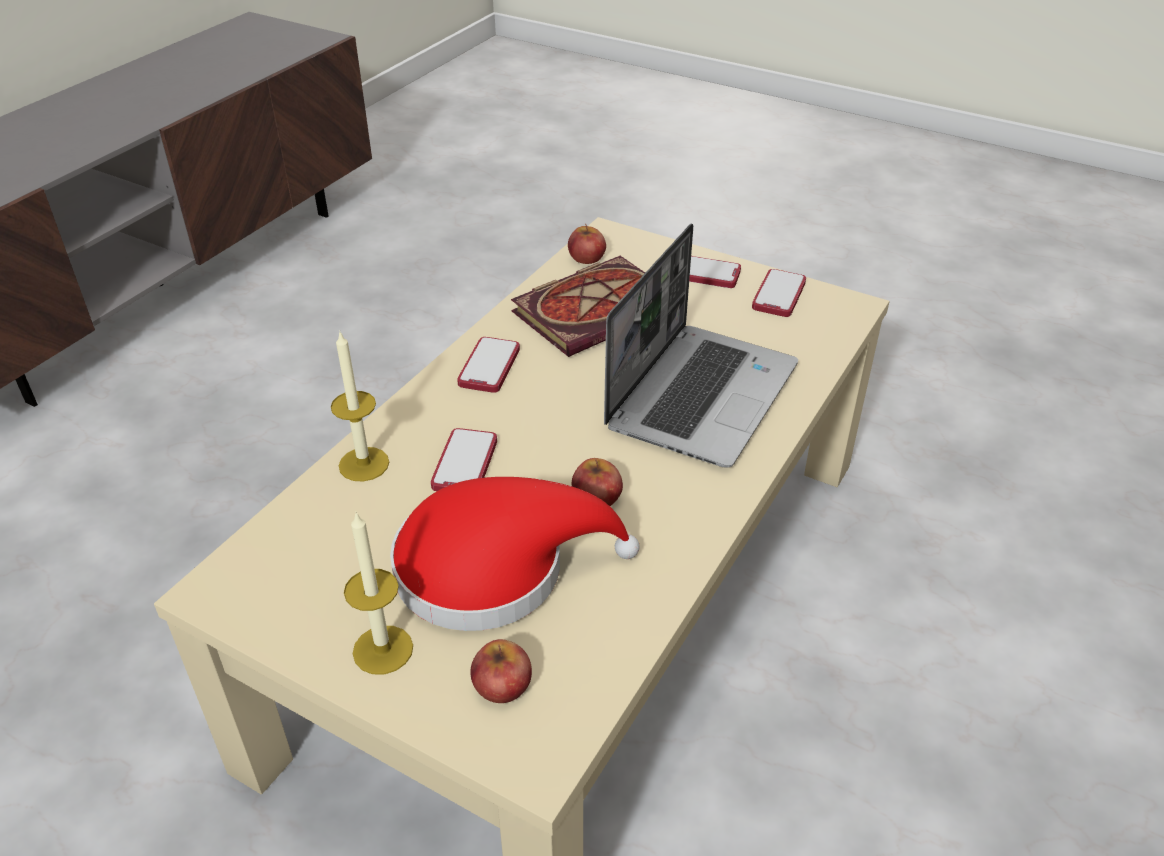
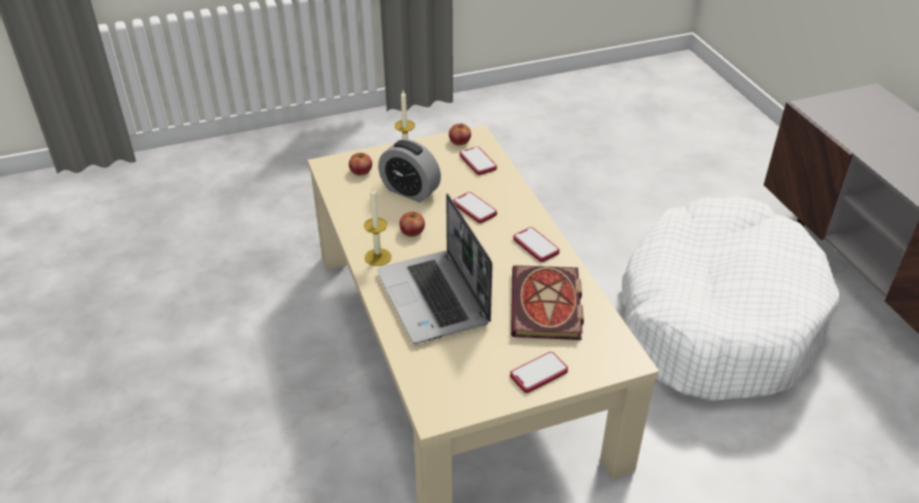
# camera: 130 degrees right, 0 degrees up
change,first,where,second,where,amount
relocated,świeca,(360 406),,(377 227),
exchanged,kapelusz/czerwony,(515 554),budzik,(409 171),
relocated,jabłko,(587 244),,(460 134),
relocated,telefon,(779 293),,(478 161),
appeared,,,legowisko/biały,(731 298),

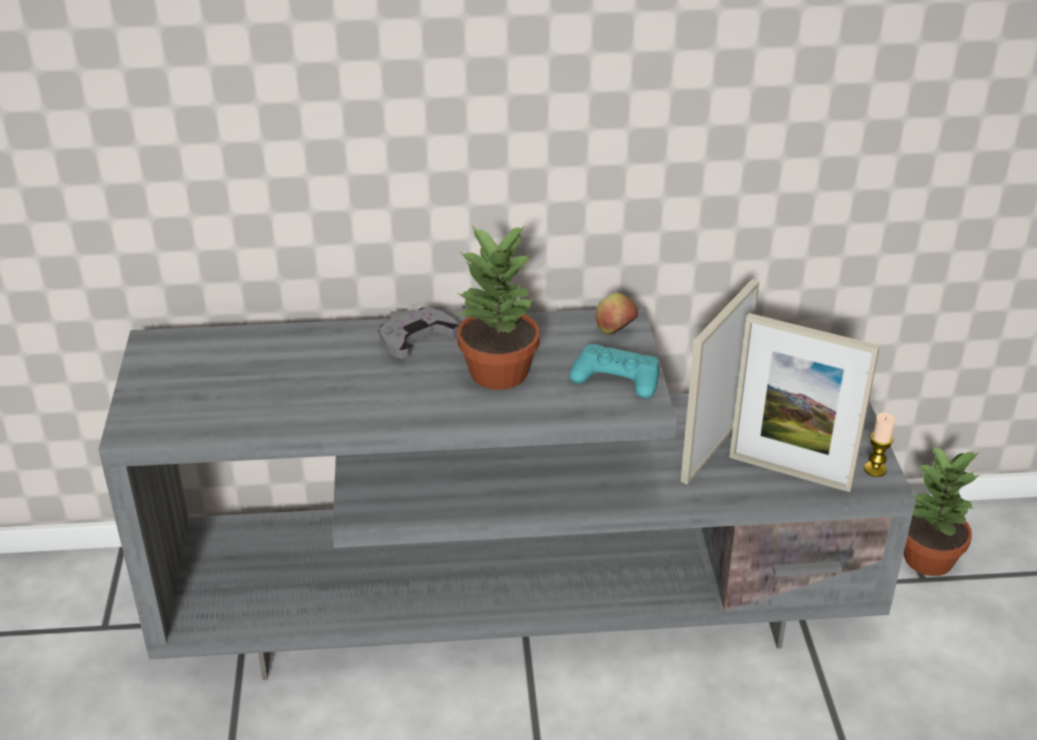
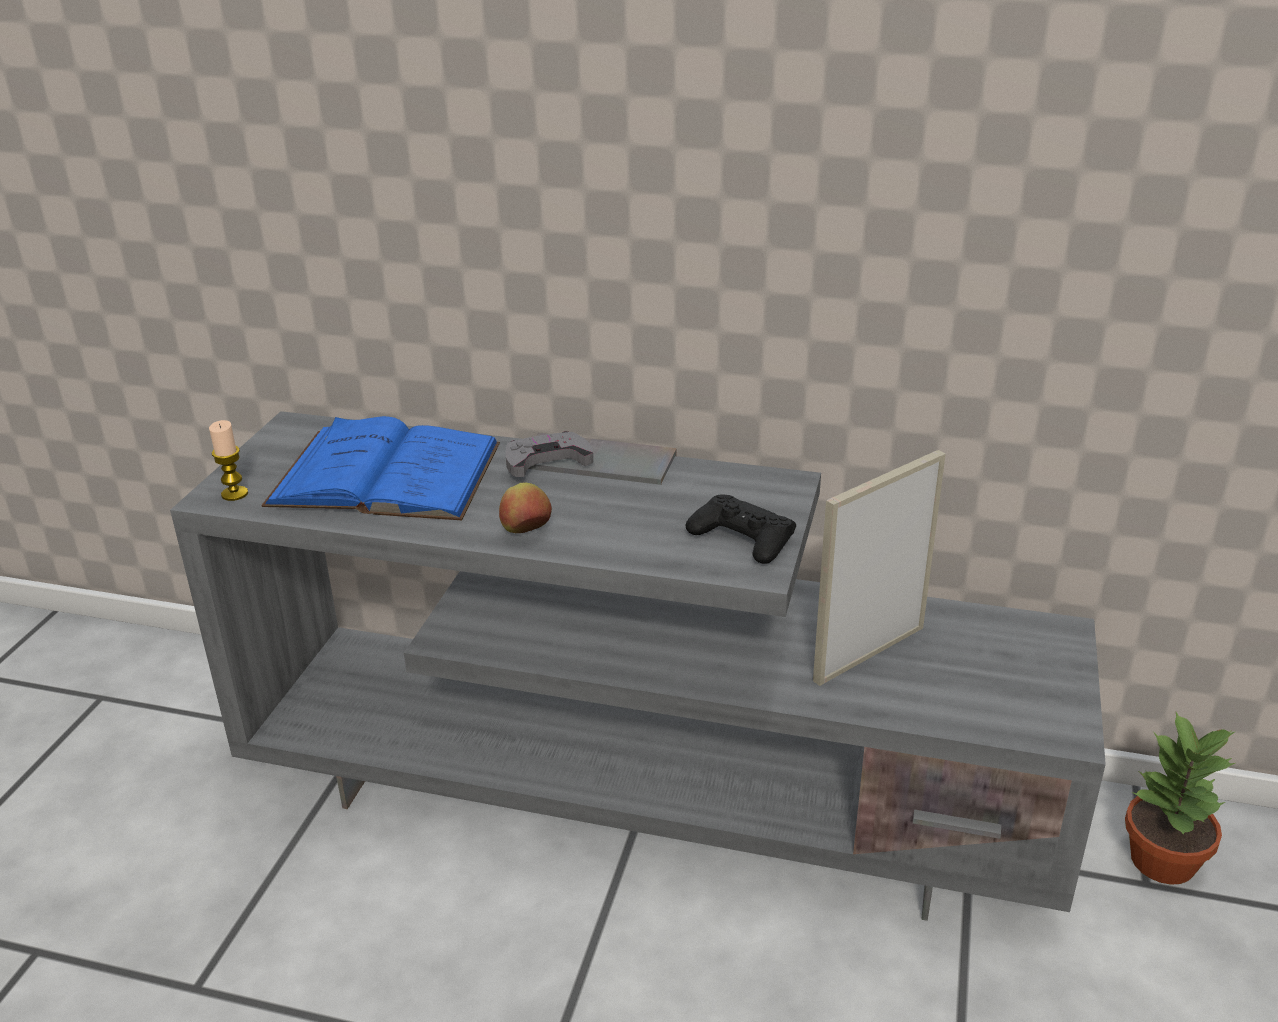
# camera: 20 degrees right, 5 degrees down
change,first,where,second,where,amount
missing,roślina doniczkowa,(498 307),,,
colour,pad do gier/turkusowy,(614 371),pad do gier/czarny,(740 529),
relocated,jabłko,(617 314),,(525 507),
missing,ramka na zdjęcie,(804 402),,,
relocated,świeca,(879 444),,(228 460),
appeared,,,książka/niebieski,(380 468),

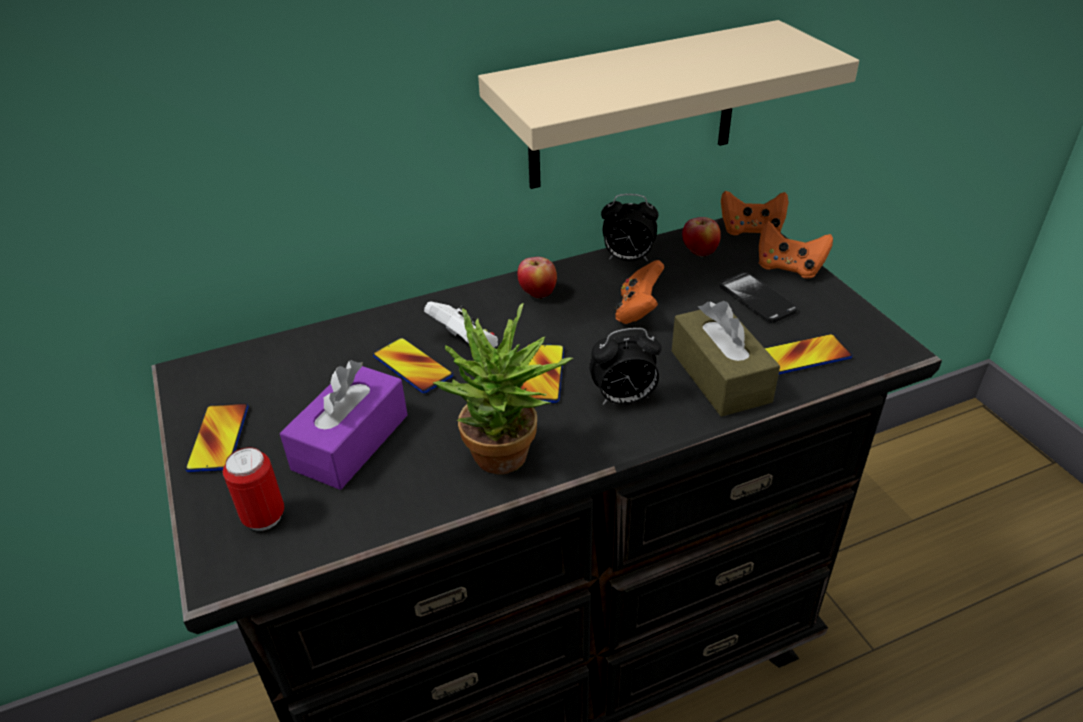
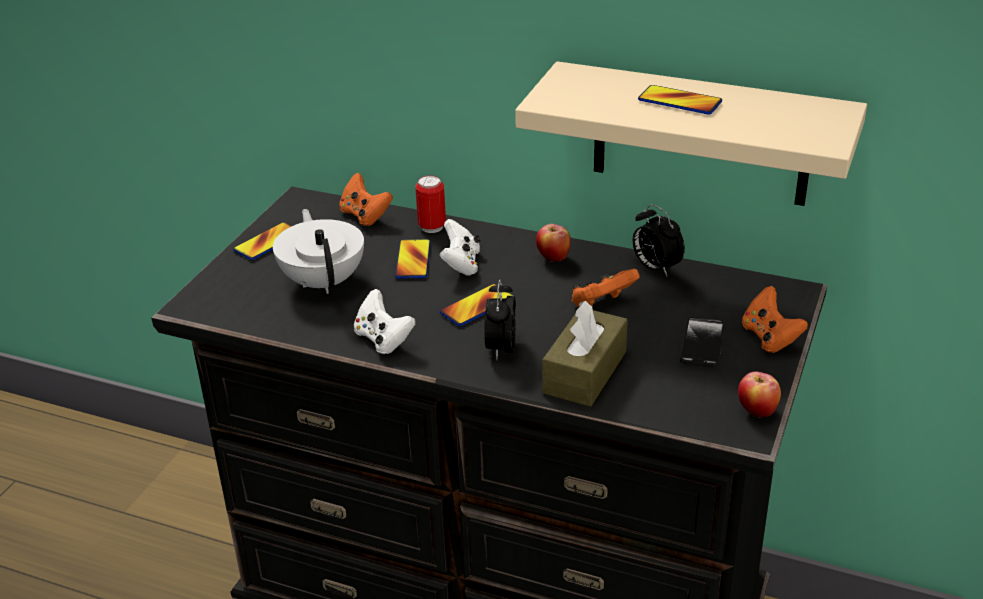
# camera: 45 degrees right, 5 degrees down
change,first,where,second,where,amount
relocated,puszka,(253 489),,(430 204),
exchanged,pudełko chusteczek/fioletowy,(343 425),imbryk/biały,(318 251),
exchanged,roślina doniczkowa,(502 389),pad do gier/biały,(385 321),
spun,budzik,(625 366),,(500 320),60 degrees clockwise
relocated,jabłko,(701 237),,(759 395),
relocated,pad do gier/pomarańczowy,(755 212),,(366 199),
relocated,telefon,(809 354),,(680 100),

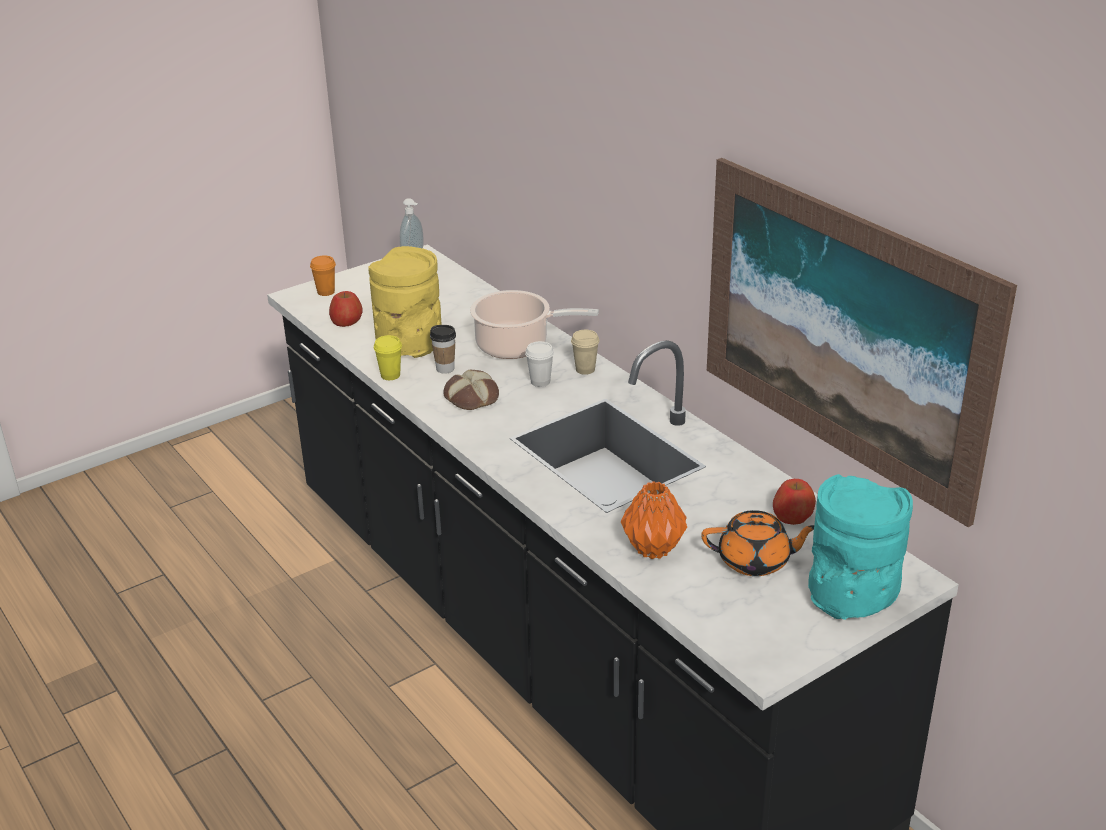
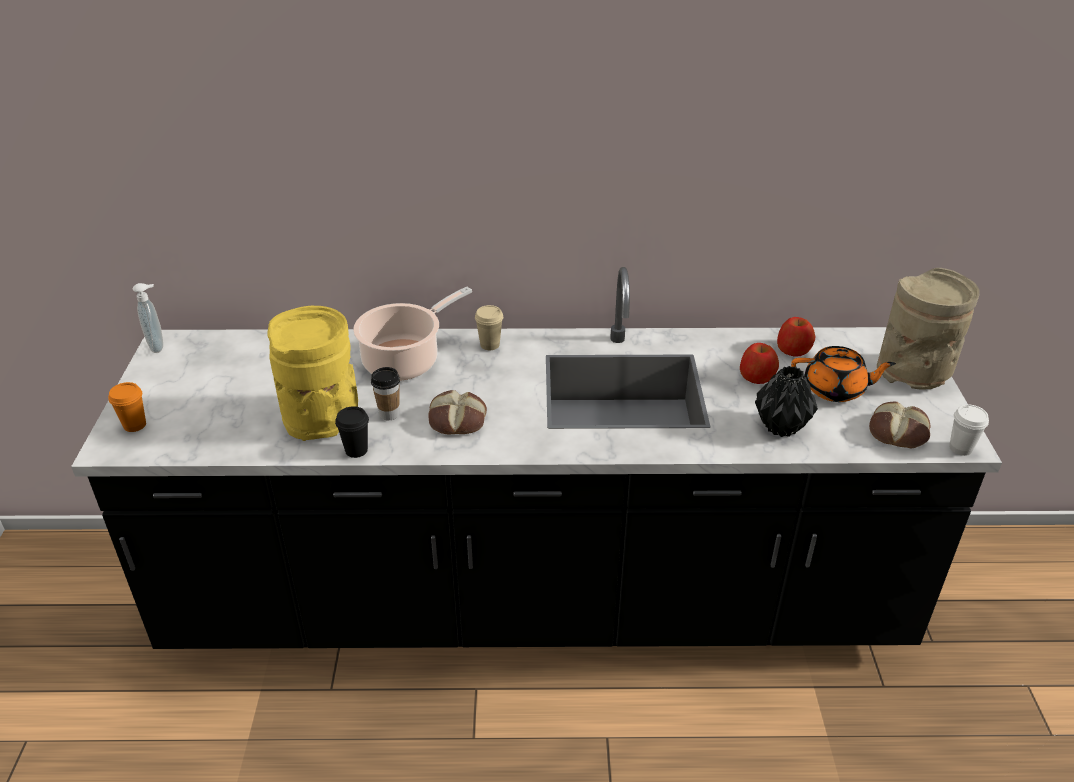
# camera: 55 degrees left, 5 degrees up
change,first,where,second,where,amount
relocated,jabłko,(346 309),,(759 363),
colour,filiżanka/żółty,(388 357),filiżanka/czarny,(352 432),
relocated,filiżanka/biały,(539 364),,(969 430),
colour,wazon/pomarańczowy,(654 520),wazon/czarny,(786 401),
spun,imbryk/pomarańczowy,(757 543),,(843 374),60 degrees clockwise
missing,obraz,(862 342),,,
colour,wazon/turkusowy,(860 547),wazon/beżowy,(928 329),
appeared,,,chleb,(899 425),

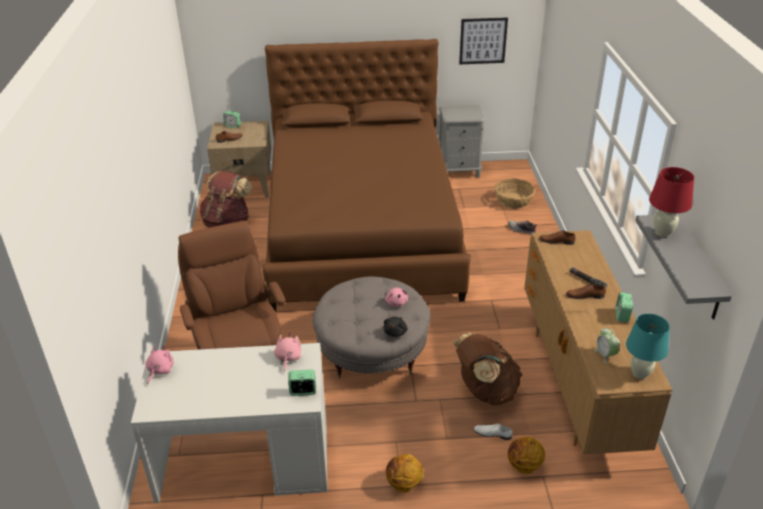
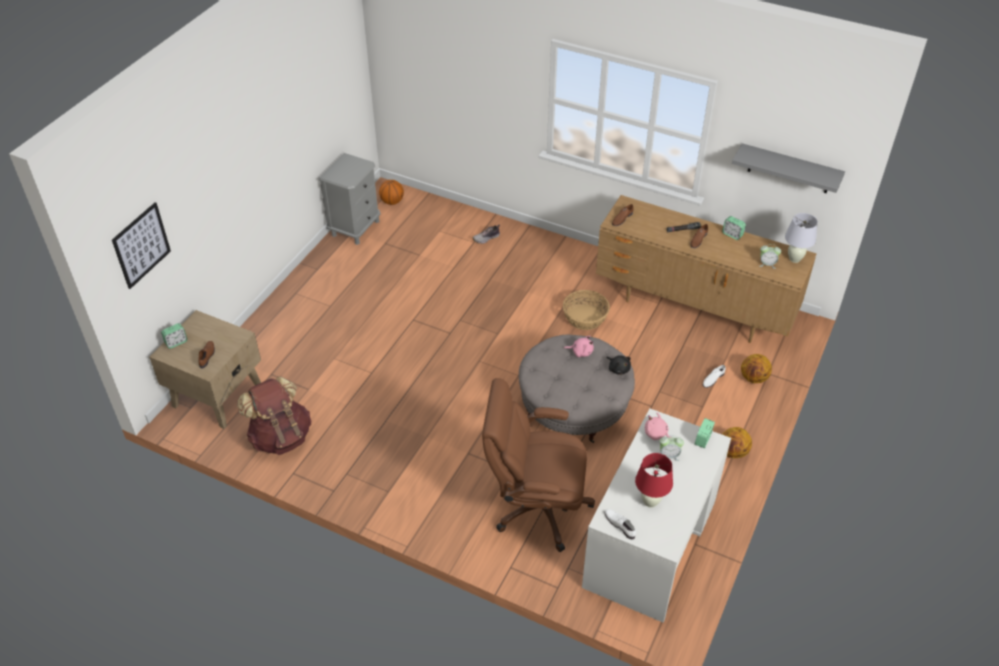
# camera: 60 degrees left, 10 degrees up
change,first,where,second,where,amount
exchanged,pluszak/różowy,(159 364),but/biały,(620 524),
missing,łóżko/brązowy,(366 175),,,
missing,plecak/brązowy,(487 369),,,
relocated,obraz,(483 41),,(141 245),
relocated,koszyk,(515 193),,(586 310),
colour,lampa stołowa/turkusowy,(648 346),lampa stołowa/biały,(801 238),
relocated,lampa stołowa/czerwony,(671 202),,(654 480),
appeared,,,piłka do koszykówki,(391 192),
appeared,,,budzik,(672 448),

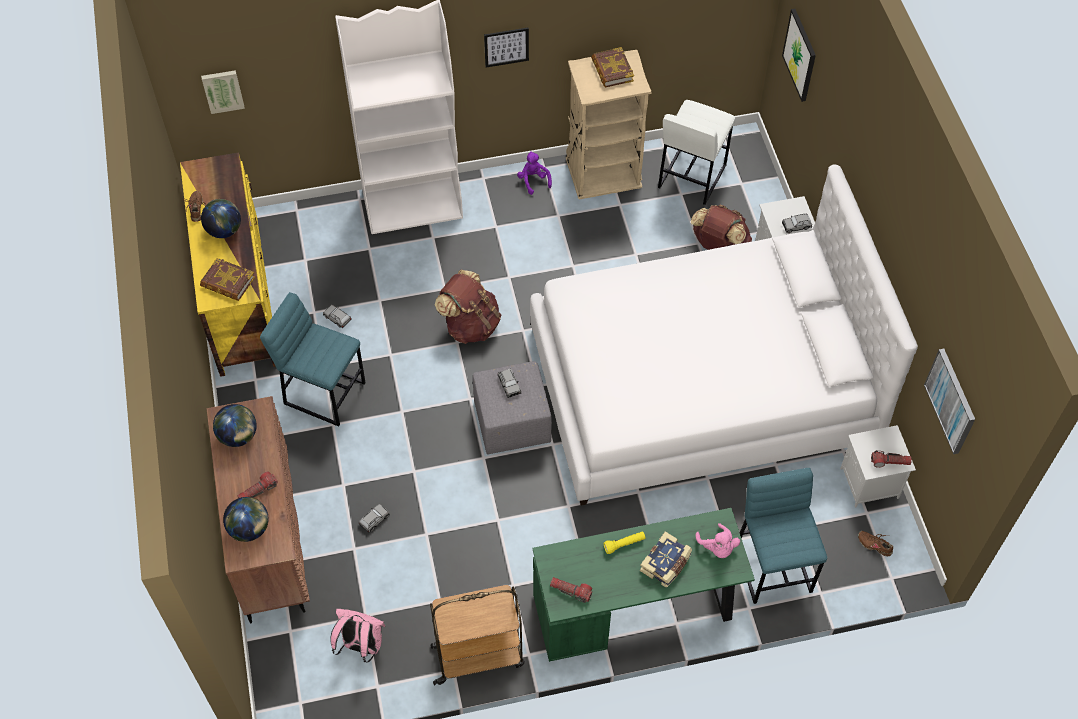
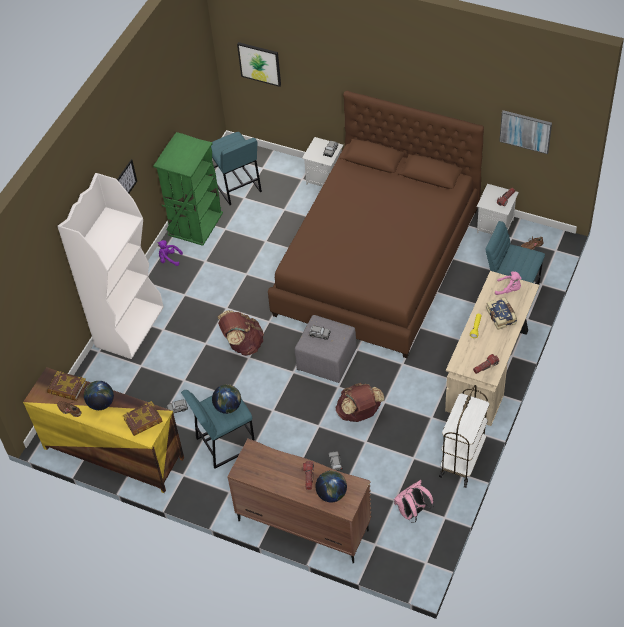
# camera: 50 degrees left, 5 degrees down
change,first,where,second,where,amount
missing,obraz,(223 92),,,
relocated,globus,(235 425),,(226 399),
colour,wózek/brązowy,(477 635),wózek/biały,(464 436),
colour,łóżko/biały,(724 335),łóżko/brązowy,(376 224),
colour,biurko/zielony,(644 585),biurko/beżowy,(492 348),
colour,regał/beżowy,(608 124),regał/zielony,(188 189),
relocated,książka,(612 67),,(67 386),
colour,stołek/biały,(696 152),stołek/niebieski,(236 168),
relocated,plecak/brązowy,(721 227),,(360 402),

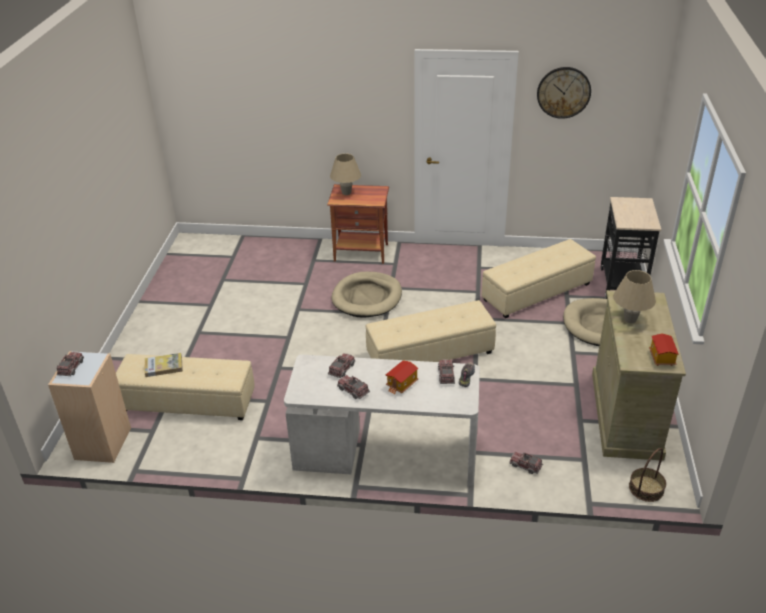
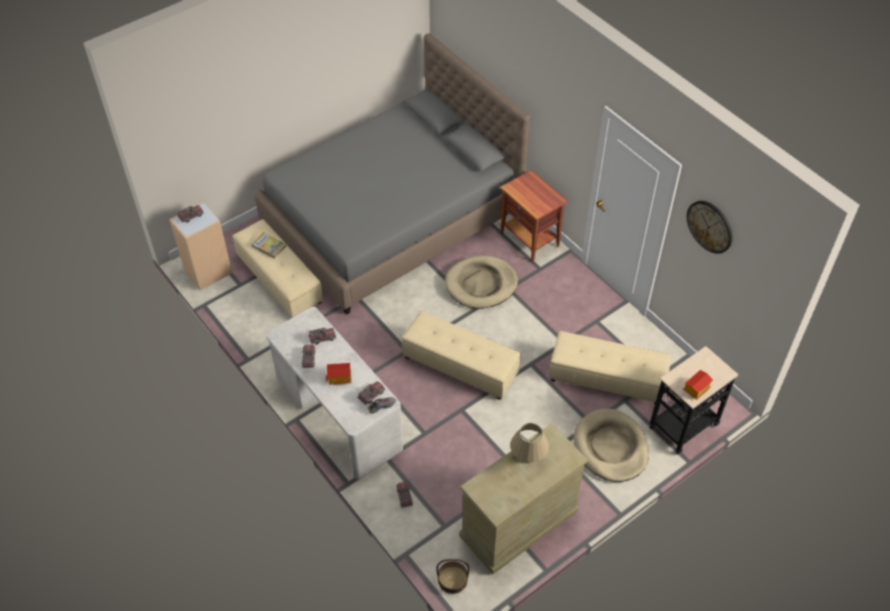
# camera: 45 degrees right, 15 degrees up
change,first,where,second,where,amount
missing,lampa stołowa/beżowy,(345 174),,,
relocated,domek,(664 349),,(698 385),
appeared,,,łóżko/szary,(392 174),

